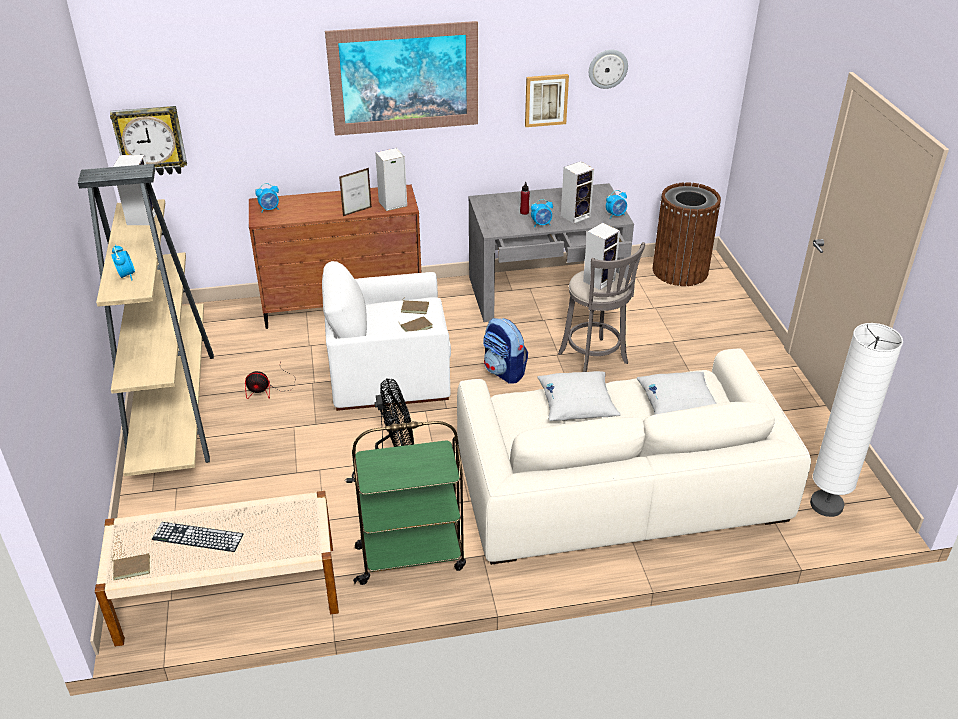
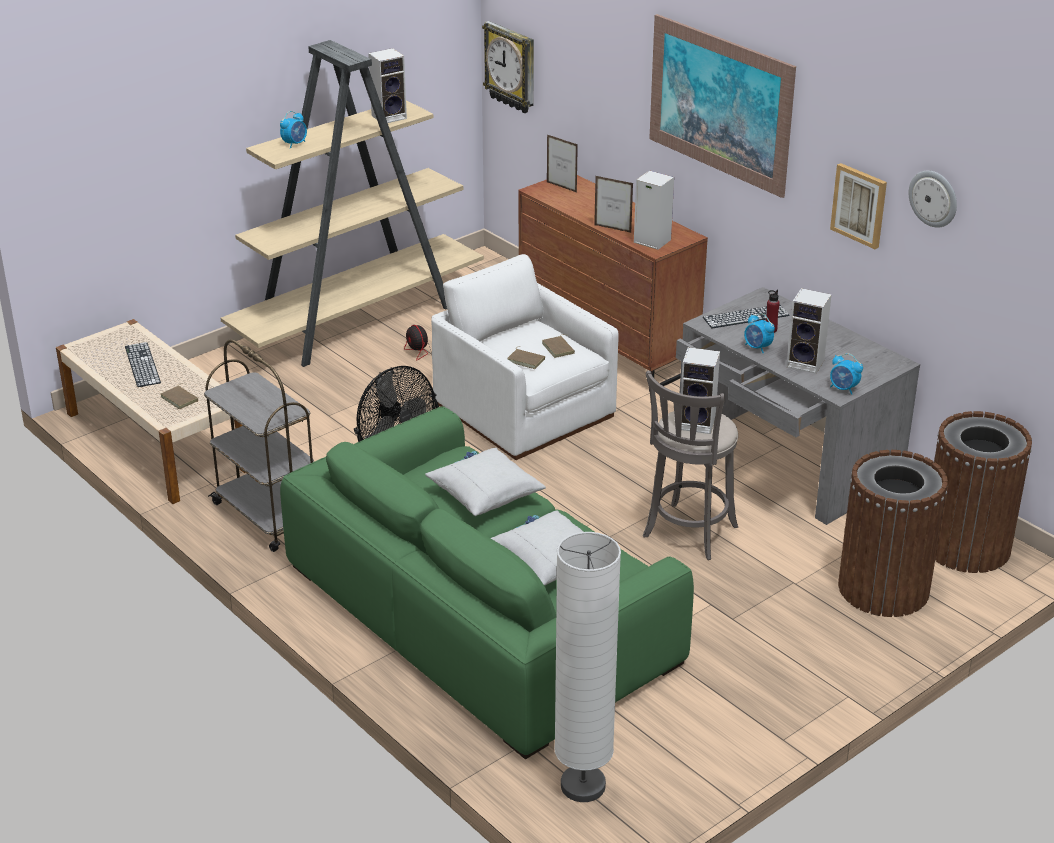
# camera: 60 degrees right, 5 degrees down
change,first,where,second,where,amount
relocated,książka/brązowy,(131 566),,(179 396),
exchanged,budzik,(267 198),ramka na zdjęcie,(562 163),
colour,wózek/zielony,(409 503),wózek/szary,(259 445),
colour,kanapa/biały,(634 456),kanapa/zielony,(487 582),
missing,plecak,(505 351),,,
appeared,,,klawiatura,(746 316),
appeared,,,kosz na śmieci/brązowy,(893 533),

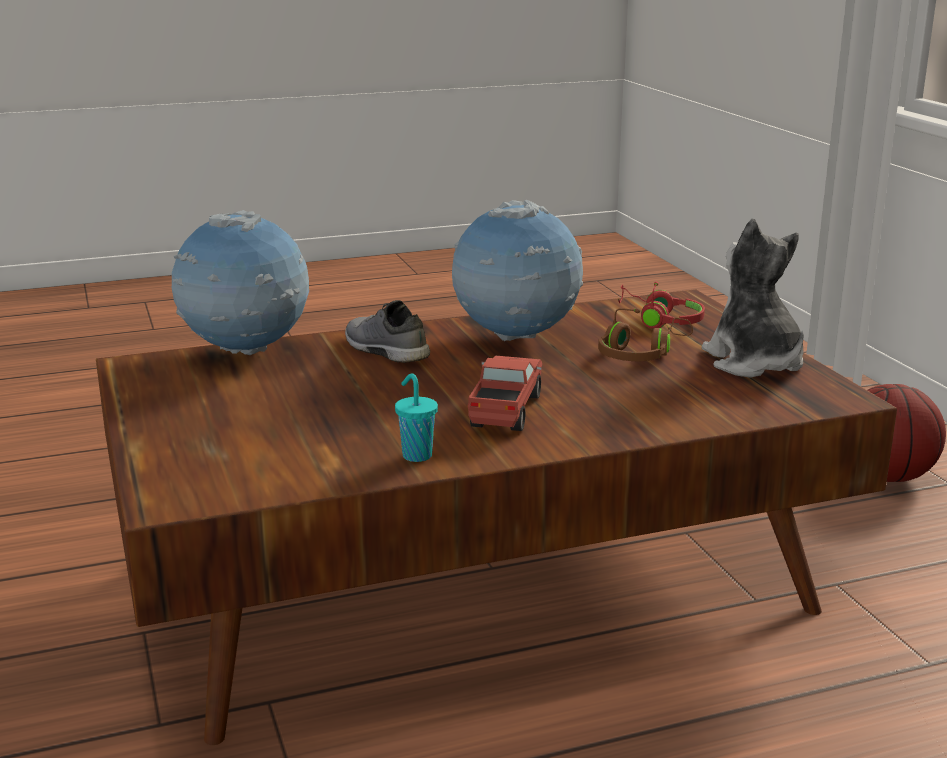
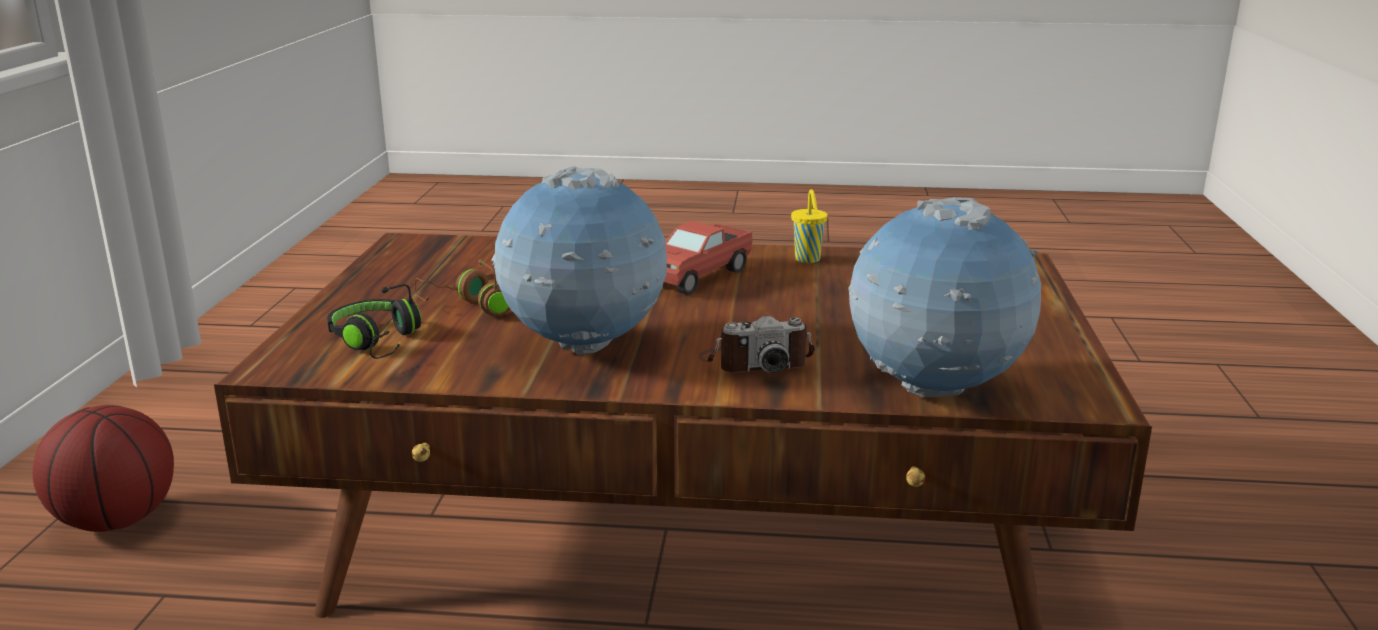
# camera: 155 degrees left, 0 degrees up
change,first,where,second,where,amount
exchanged,but/szary,(387 331),aparat fotograficzny,(756 344),
colour,filiżanka/turkusowy,(416 417),filiżanka/żółty,(809 226),
colour,słuchawki/czerwony,(661 305),słuchawki/czarny,(374 321),
missing,pluszak,(753 298),,,

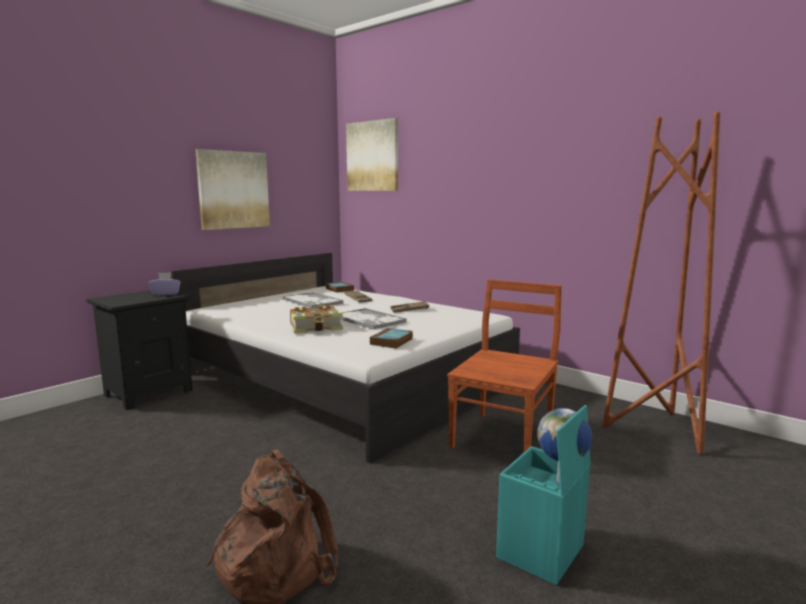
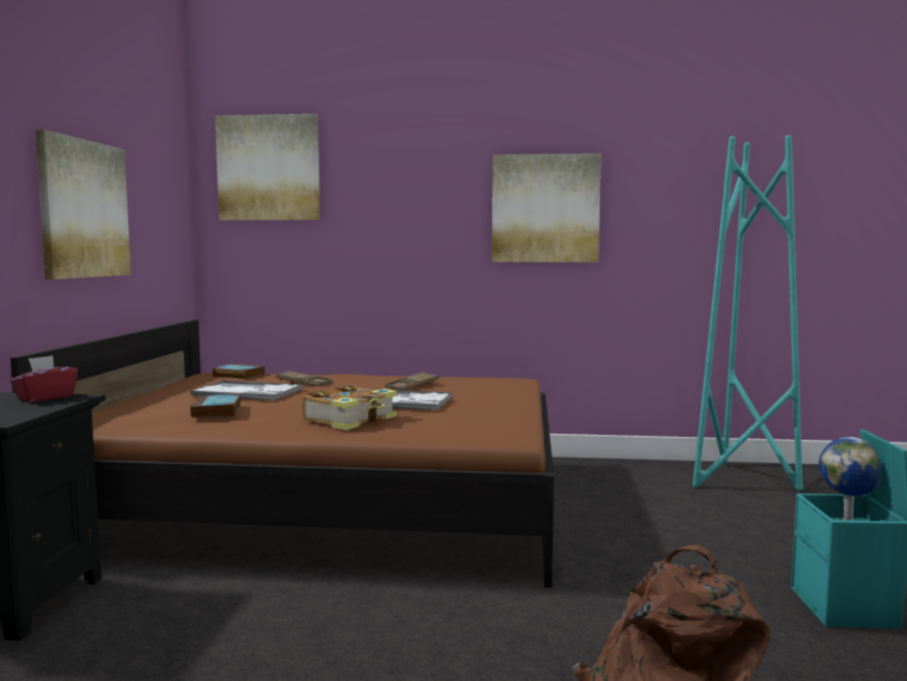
# camera: 35 degrees left, 5 degrees down
change,first,where,second,where,amount
colour,pudełko chusteczek/fioletowy,(165 284),pudełko chusteczek/czerwony,(44 379),
colour,łóżko/biały,(345 358),łóżko/brązowy,(282 454),
relocated,książka,(391 338),,(215 406),
missing,krzesło/brązowy,(504 365),,,
colour,wieszak/brązowy,(661 283),wieszak/turkusowy,(748 313),
appeared,,,obraz,(546 207),

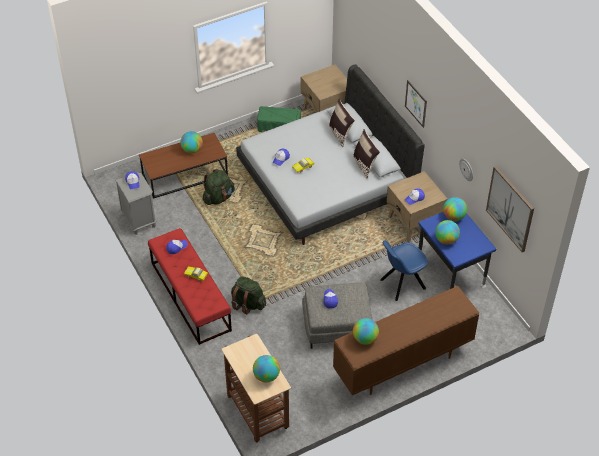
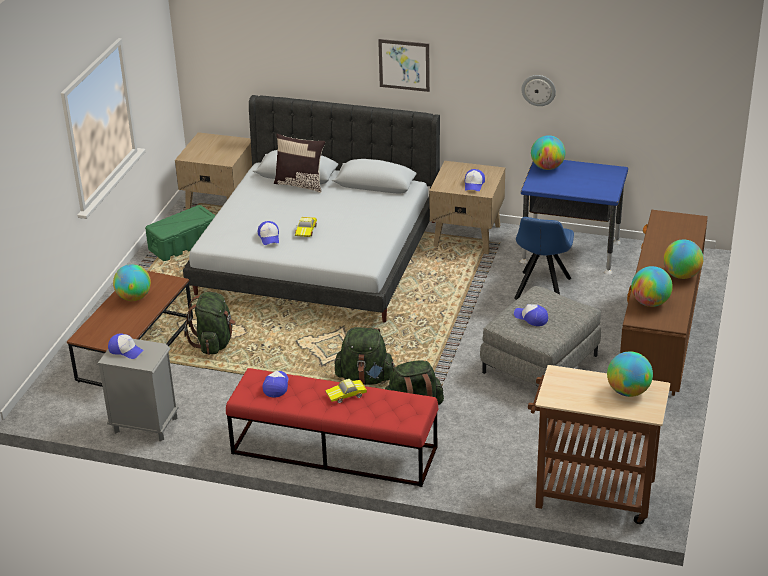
# camera: 45 degrees left, 15 degrees down
change,first,where,second,where,amount
missing,poduszka,(366 154),,,
relocated,globus,(447 232),,(683 259),
missing,obraz,(510 209),,,
appeared,,,plecak/zielony,(365 356),

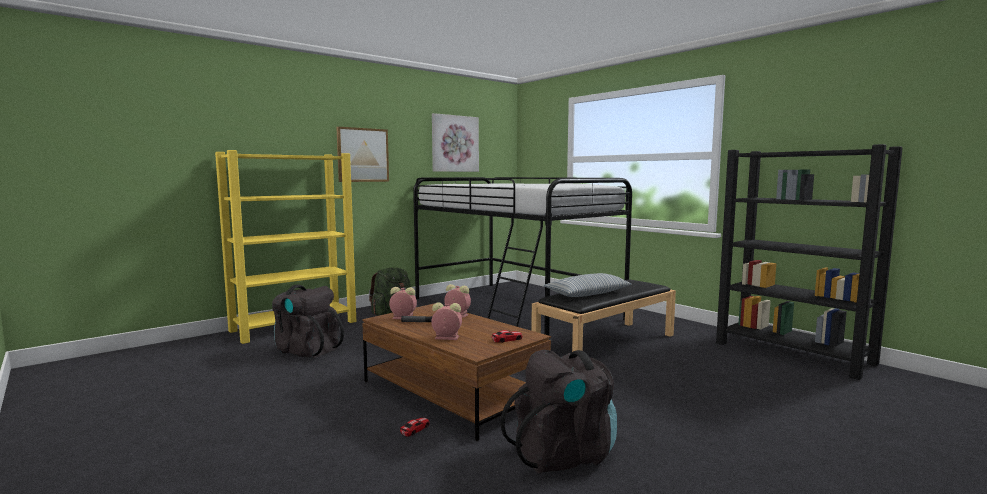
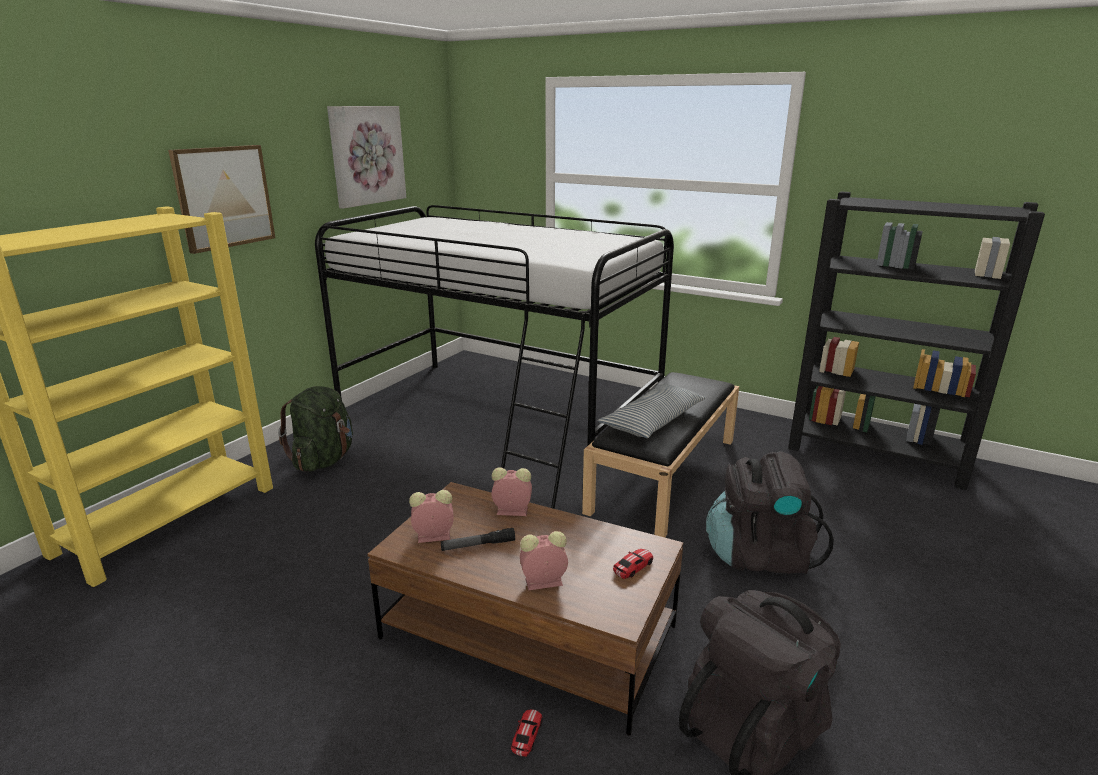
# camera: 20 degrees left, 15 degrees up
change,first,where,second,where,amount
relocated,plecak/czarny,(308 322),,(770 512),

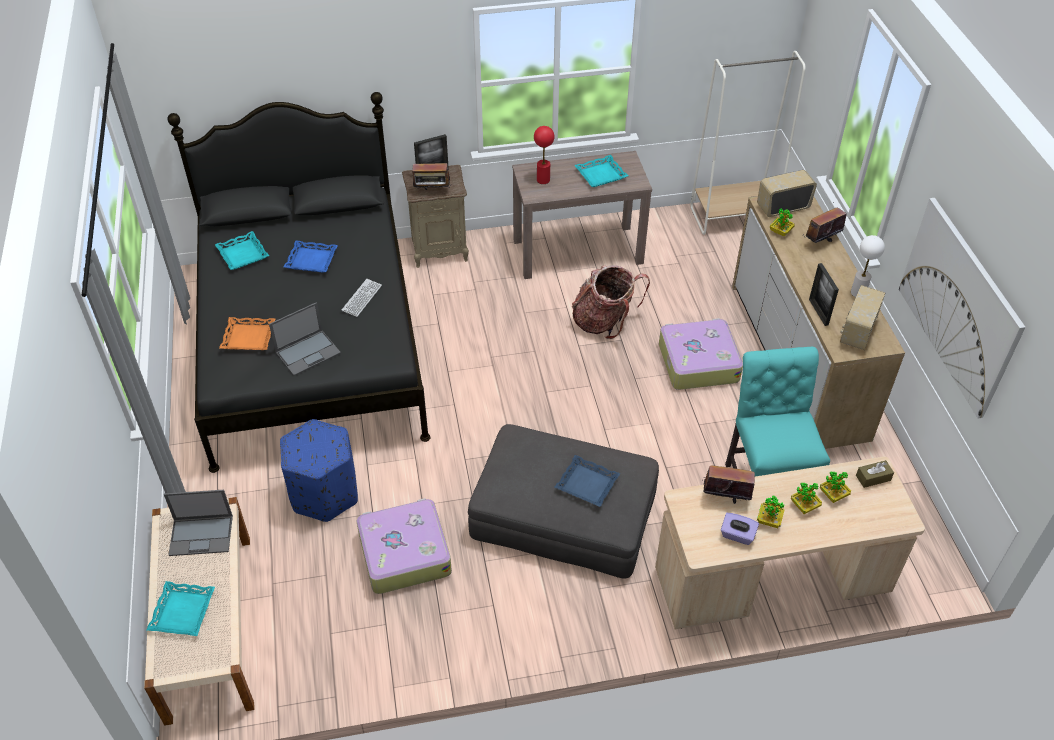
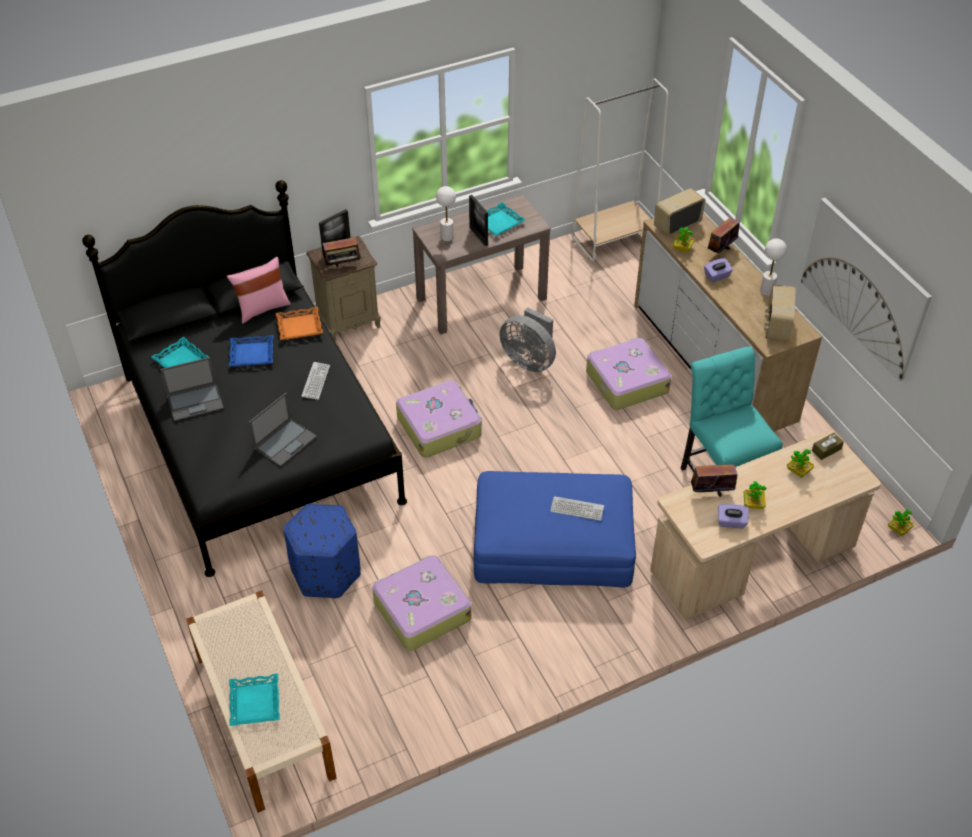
# camera: 15 degrees left, 0 degrees up
change,first,where,second,where,amount
relocated,laptop,(198 523),,(192 389),
relocated,taca/pomarańczowy,(247 333),,(299 323),
colour,pufa/szary,(563 501),pufa/niebieski,(555 529),
colour,lampa stołowa/czerwony,(544 155),lampa stołowa/biały,(446 213),
exchanged,taca/niebieski,(587 481),klawiatura,(577 508),
exchanged,plecak,(611 302),wentylator/szary,(527 339),
relocated,roślina doniczkowa,(806 498),,(901 522),
relocated,ramka na zdjęcie,(824 294),,(478 220),
appeared,,,poduszka/różowy,(259 290),
appeared,,,walizka,(439 419),
appeared,,,pudełko chusteczek/fioletowy,(718 270),

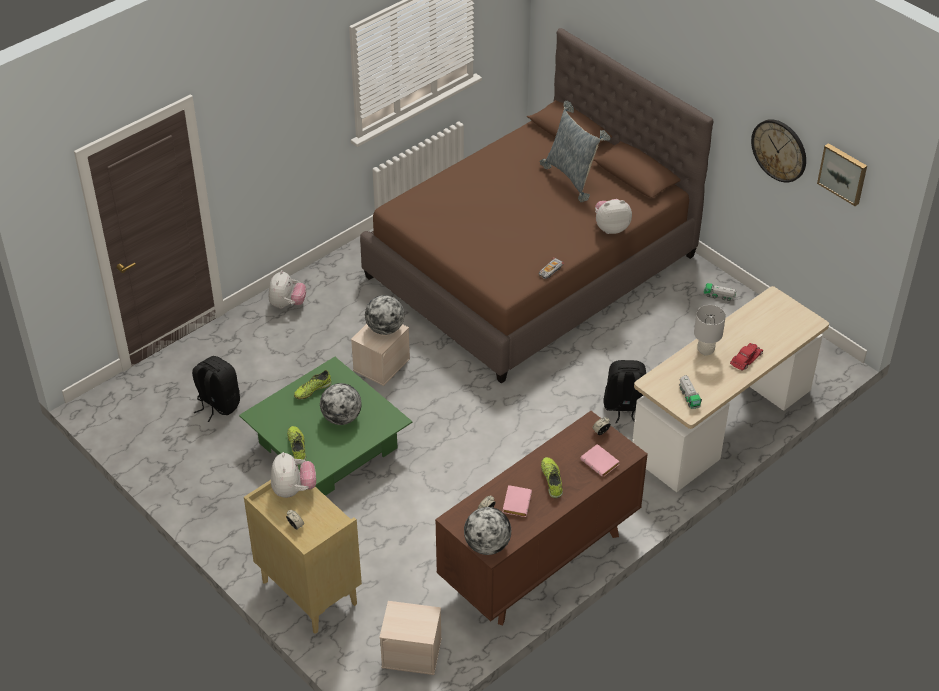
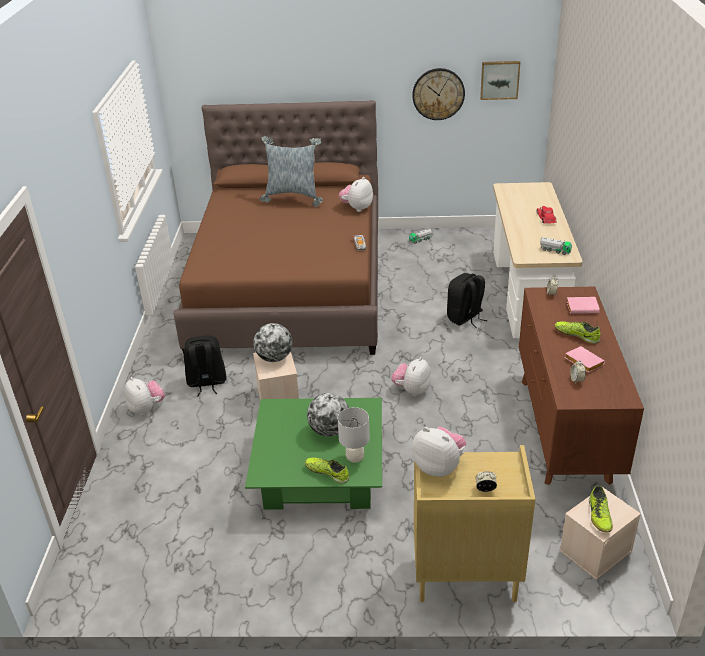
# camera: 45 degrees left, 10 degrees down
change,first,where,second,where,amount
relocated,plecak/czarny,(216 389),,(205 365),
relocated,but,(312 384),,(601 509),
missing,globus,(487 531),,,
relocated,lampa stołowa/szary,(710 330),,(354 435),
appeared,,,pluszak,(411 376),

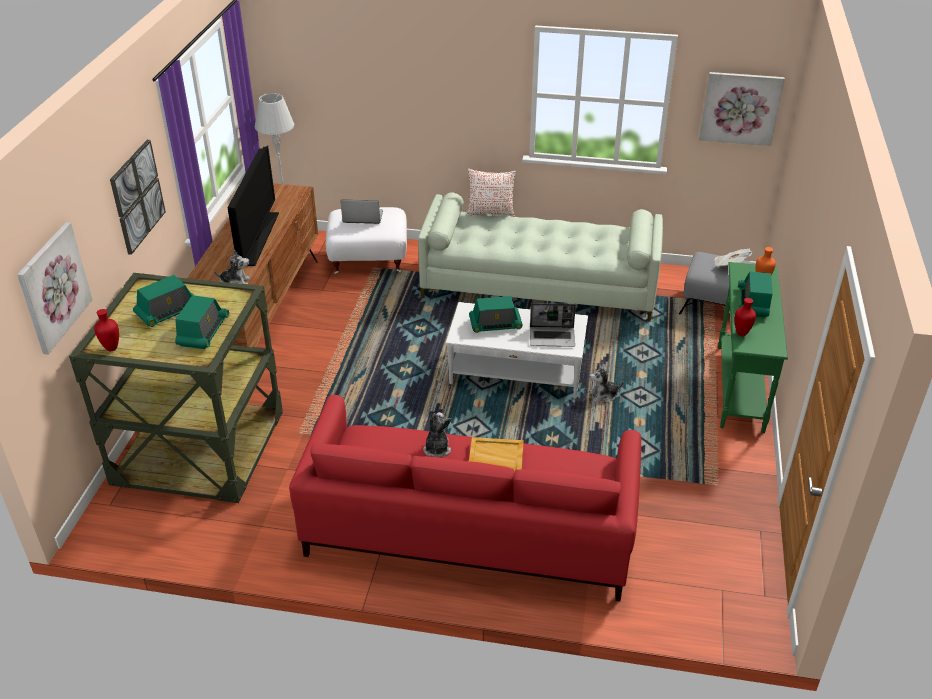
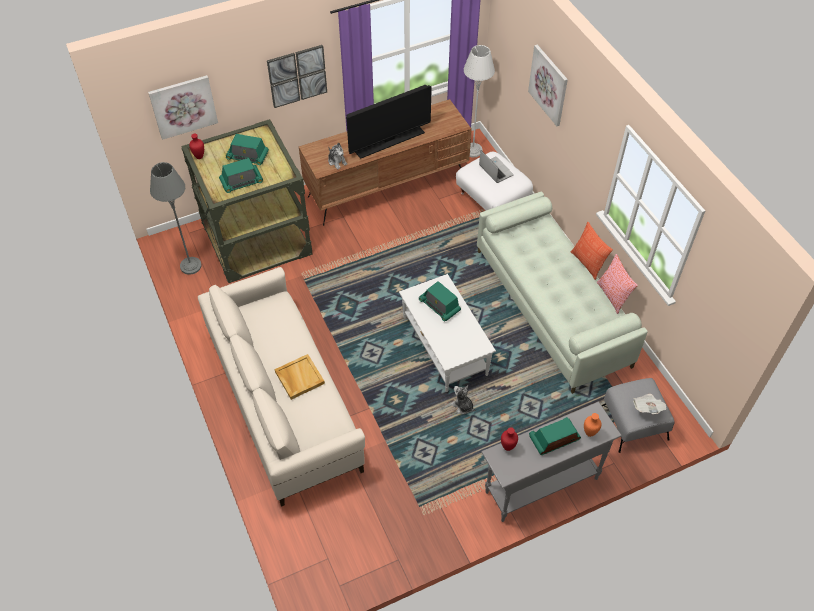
# camera: 55 degrees right, 15 degrees up
change,first,where,second,where,amount
colour,kanapa/czerwony,(465 498),kanapa/beżowy,(281 387),
missing,pluszak,(437 434),,,
missing,poduszka/biały,(491 193),,,
missing,laptop,(553 325),,,
relocated,obraz,(742 109),,(548 85),
colour,stolik konsolowy/zielony,(753 347),stolik konsolowy/szary,(551 462),
appeared,,,lampa stojąca/szary,(176 218),
appeared,,,poduszka/pomarańczowy,(592 251),
appeared,,,poduszka/różowy,(617 284),

